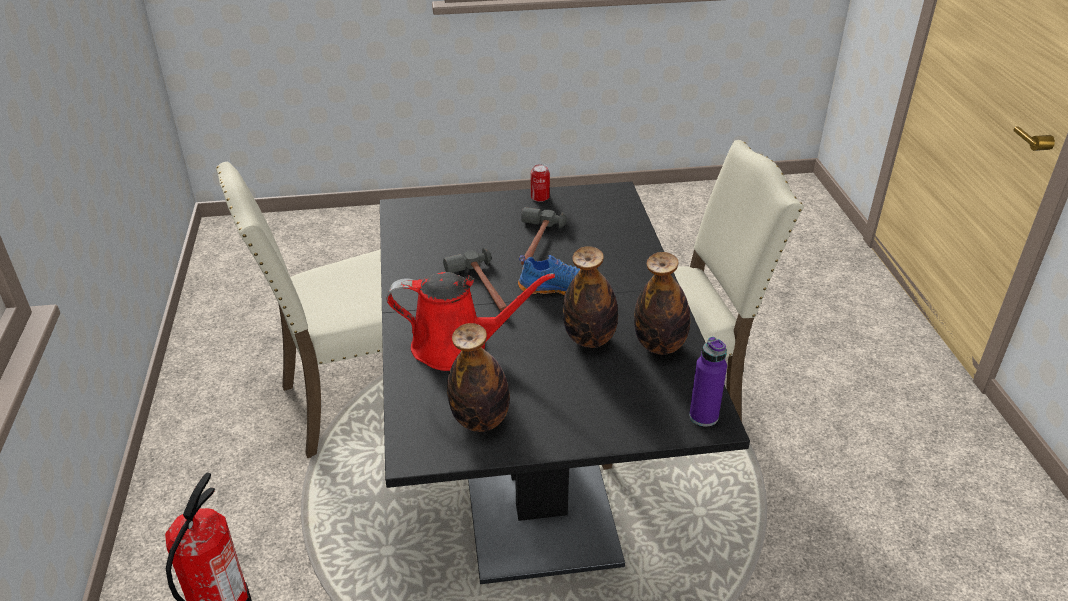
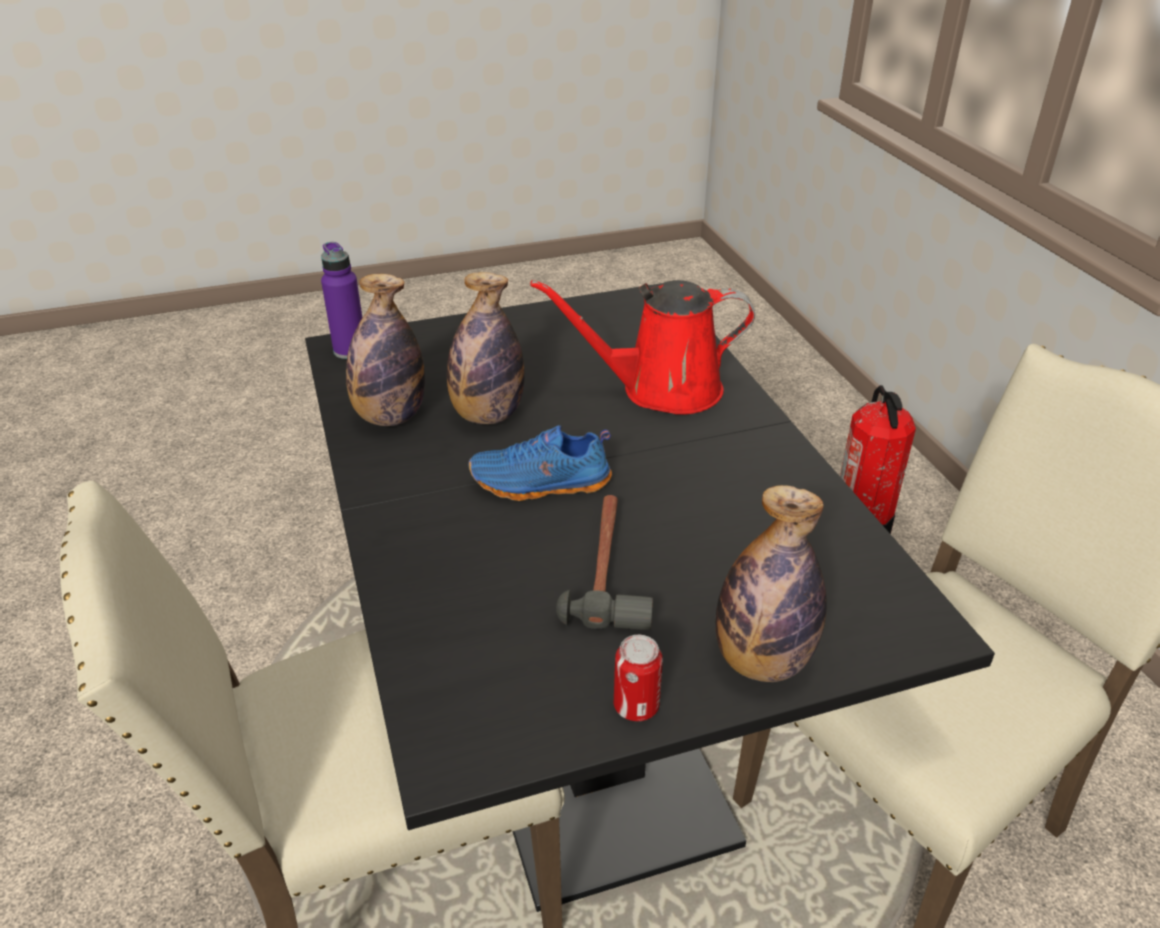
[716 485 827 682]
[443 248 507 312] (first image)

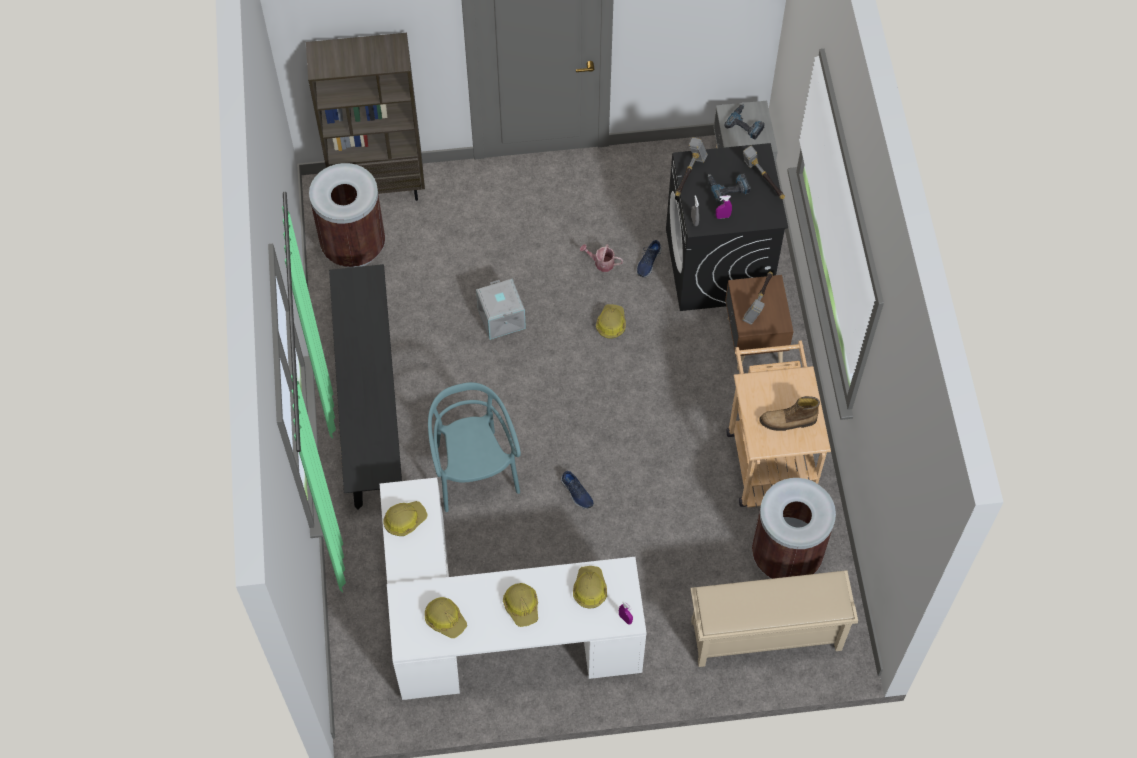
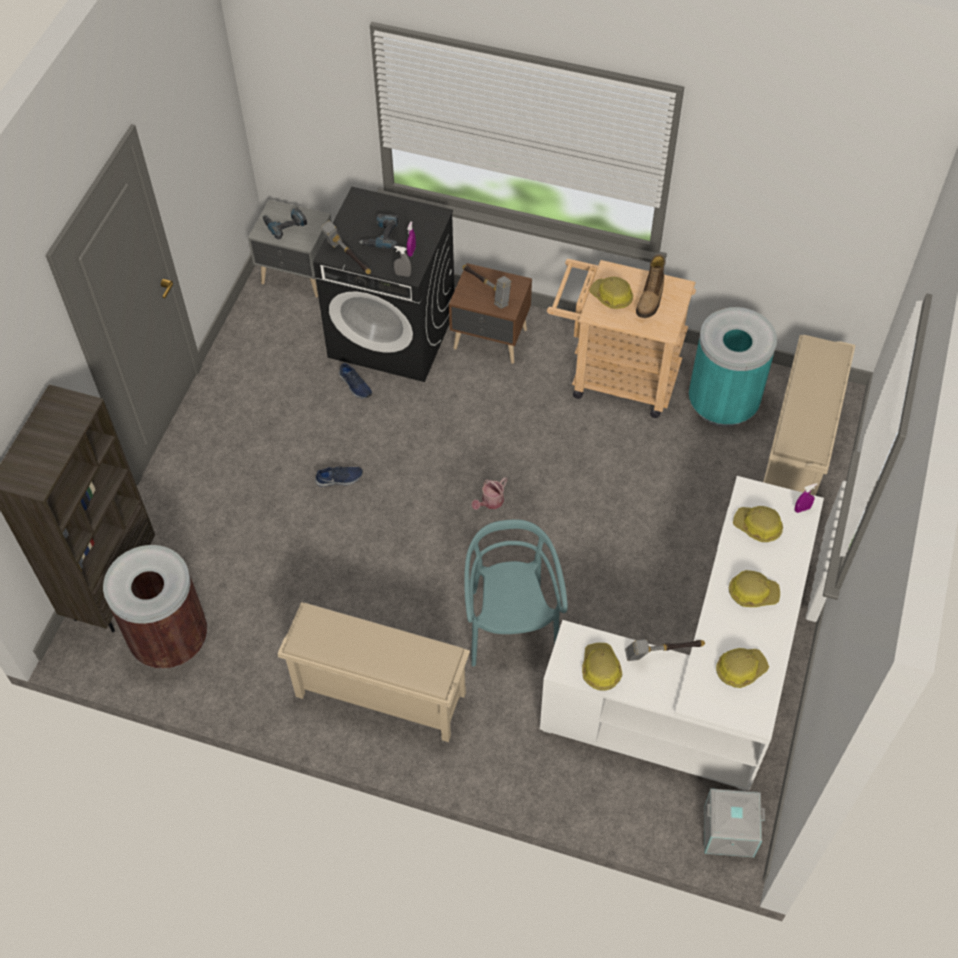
[277 602 470 742]
[315 466 363 487]
[464 519 568 667]
[472 477 507 510]
[589 277 633 309]
[625 639 705 661]
[689 307 777 427]
[704 788 765 857]

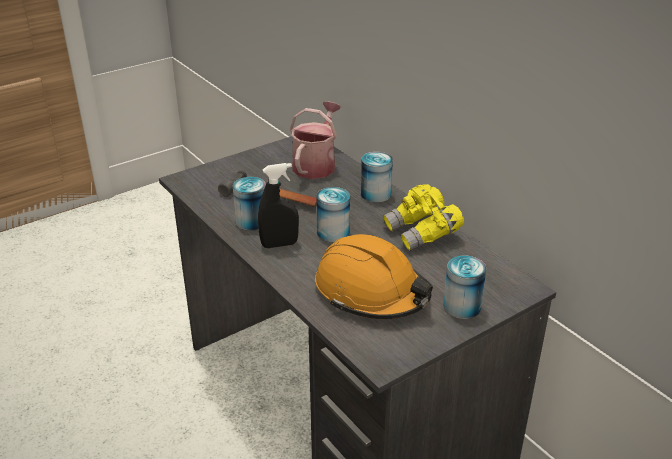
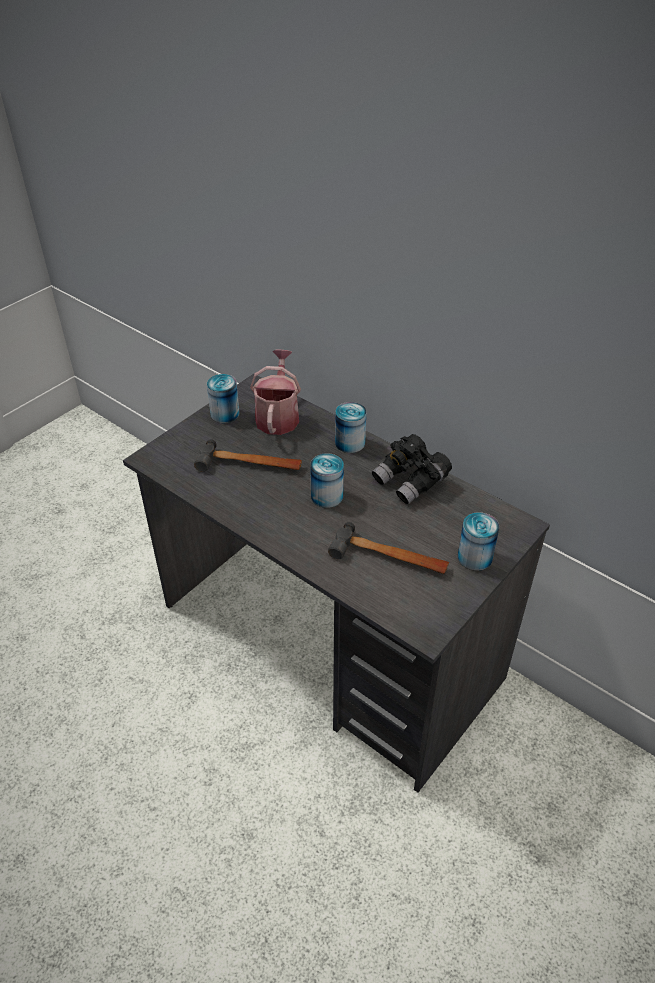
[207 374 240 423]
[328 522 449 574]
[371 434 452 504]
[258 163 299 248] (first image)

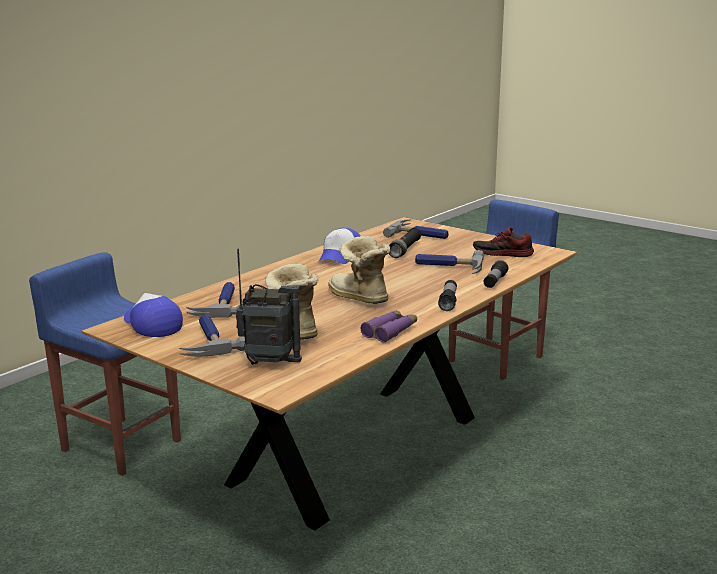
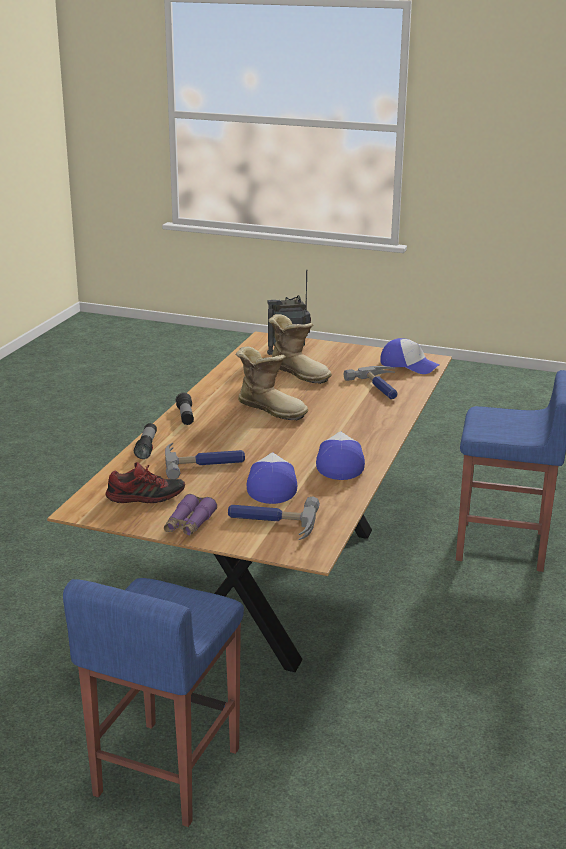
[164 494 217 536]
[247 453 297 504]
[179 314 245 356] (first image)

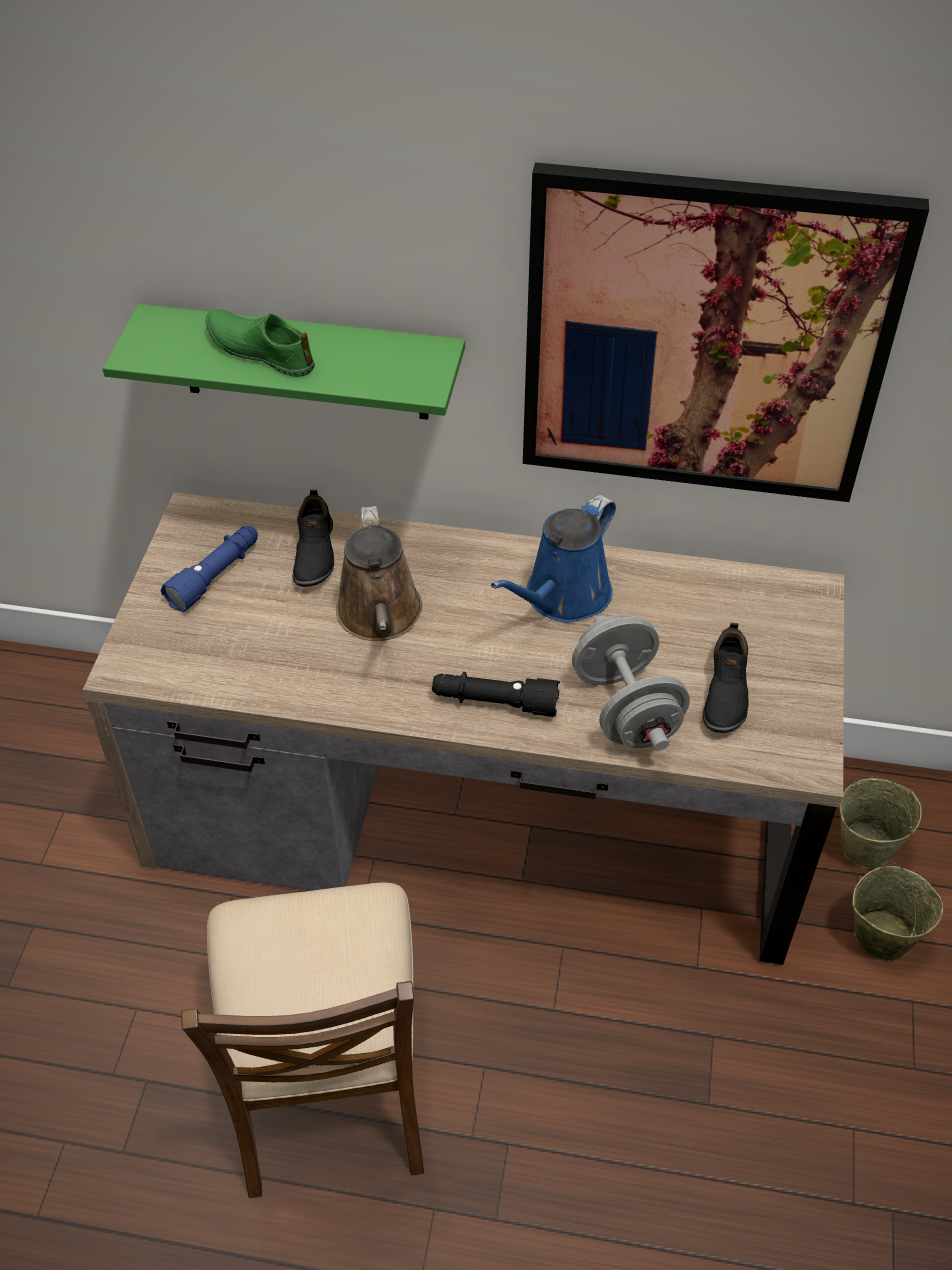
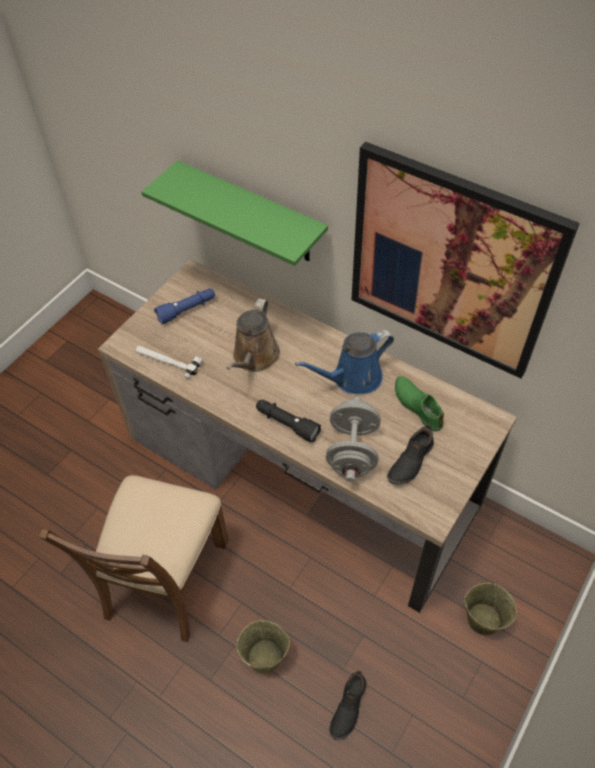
[135 346 203 379]
[237 620 290 674]
[329 671 367 740]
[395 376 444 431]

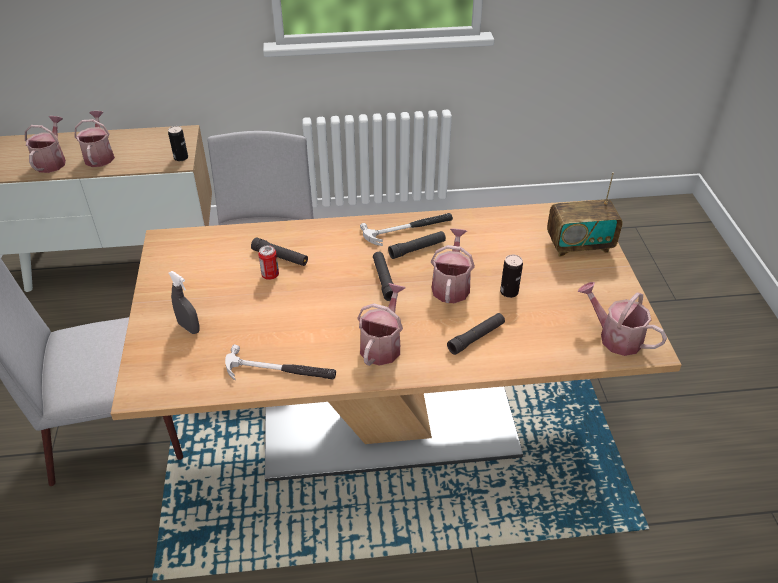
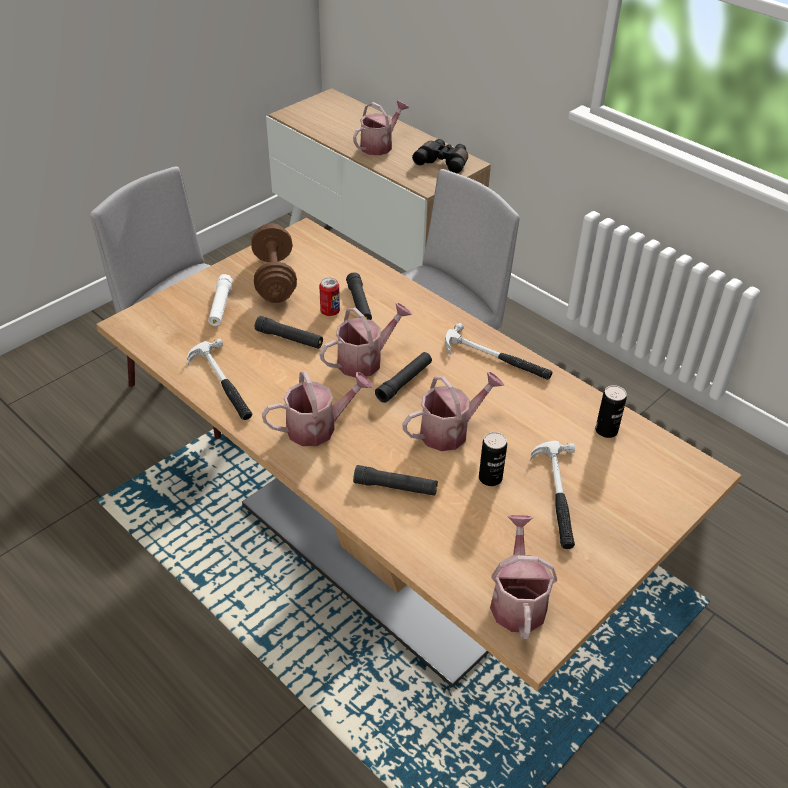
[208 274 233 326]
[251 223 297 303]
[255 316 323 349]
[320 303 412 378]
[412 139 468 174]
[530 441 575 549]
[595 385 627 438]
[547 172 622 257] (first image)

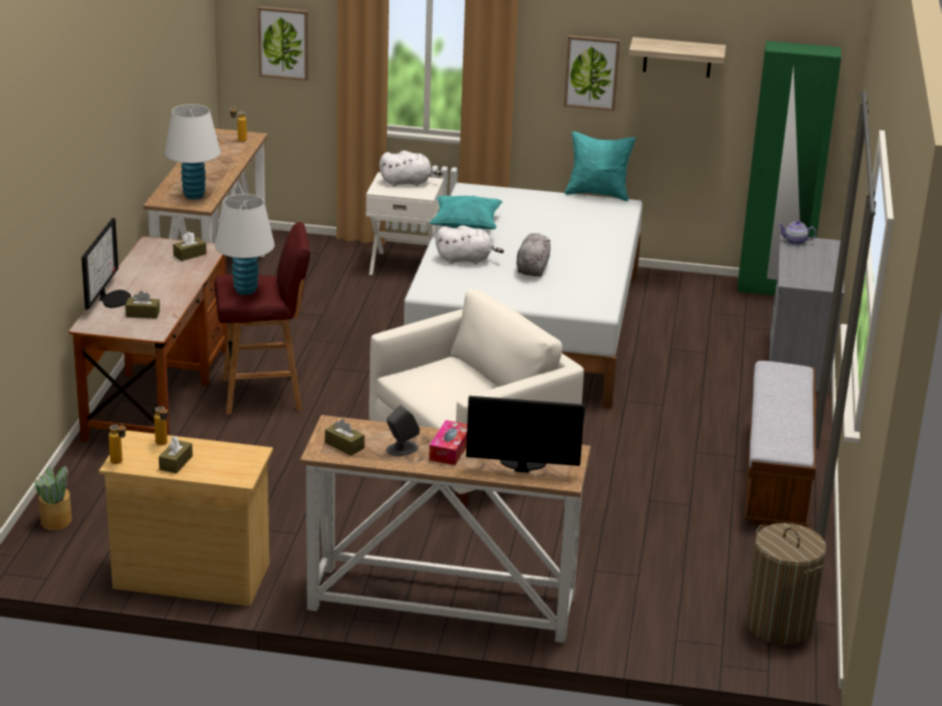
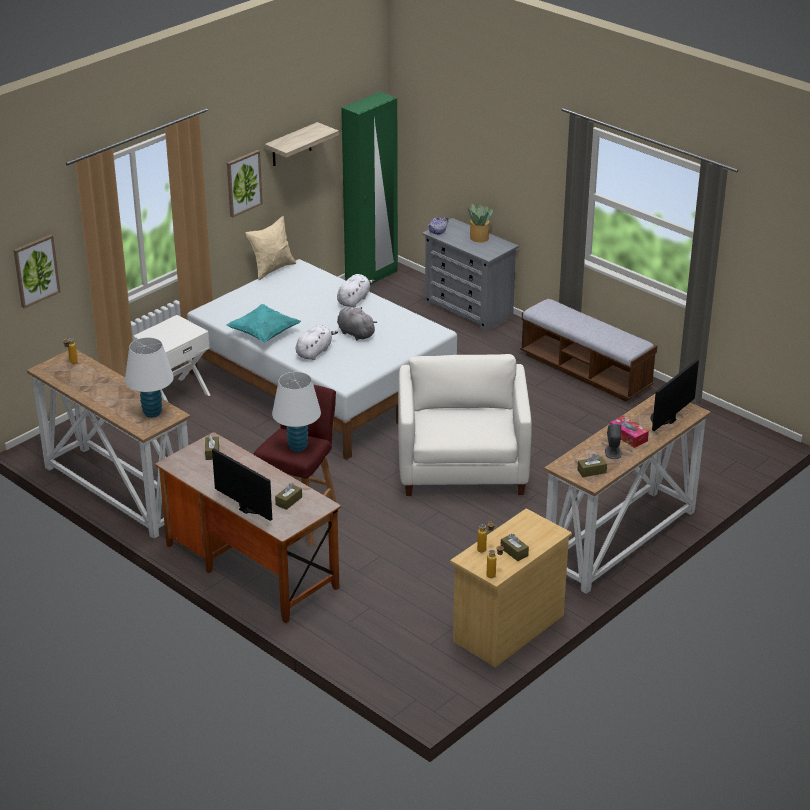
[246 216 296 280]
[337 274 375 308]
[467 204 493 243]
[745 523 827 645] (first image)

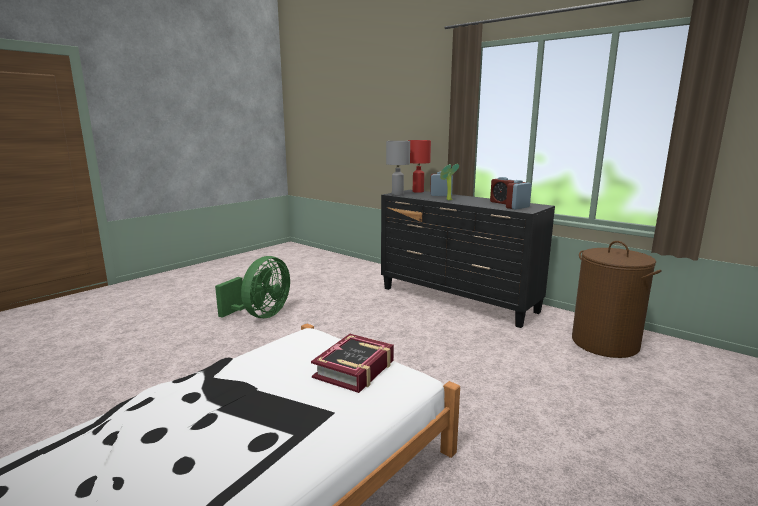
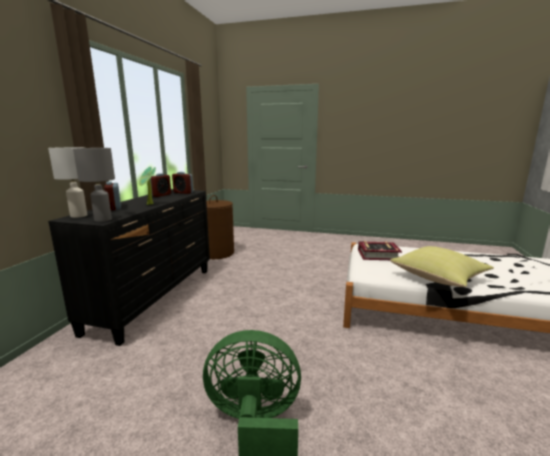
[48 147 87 218]
[390 246 494 287]

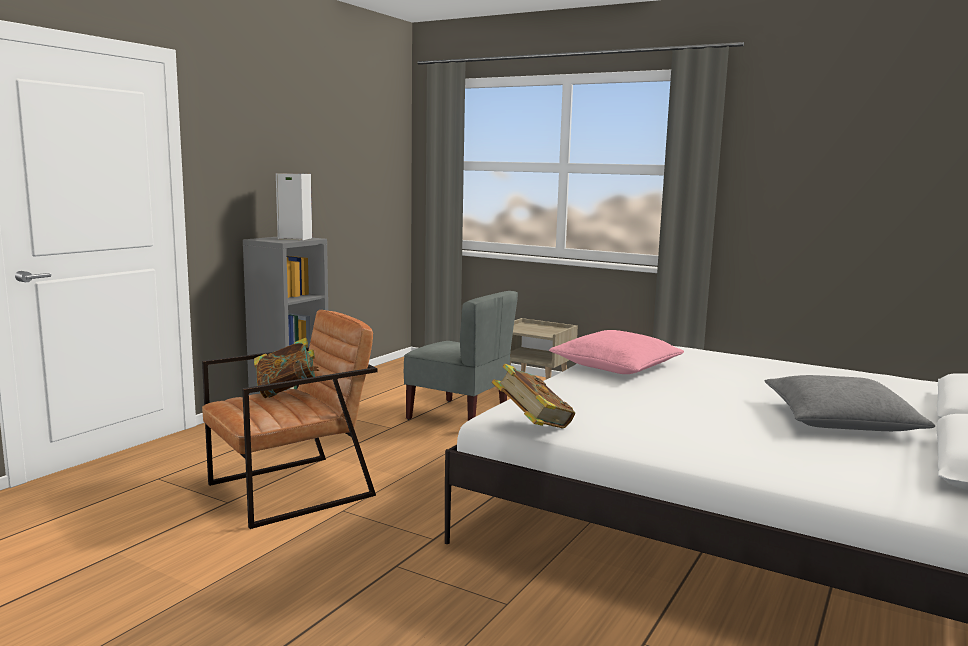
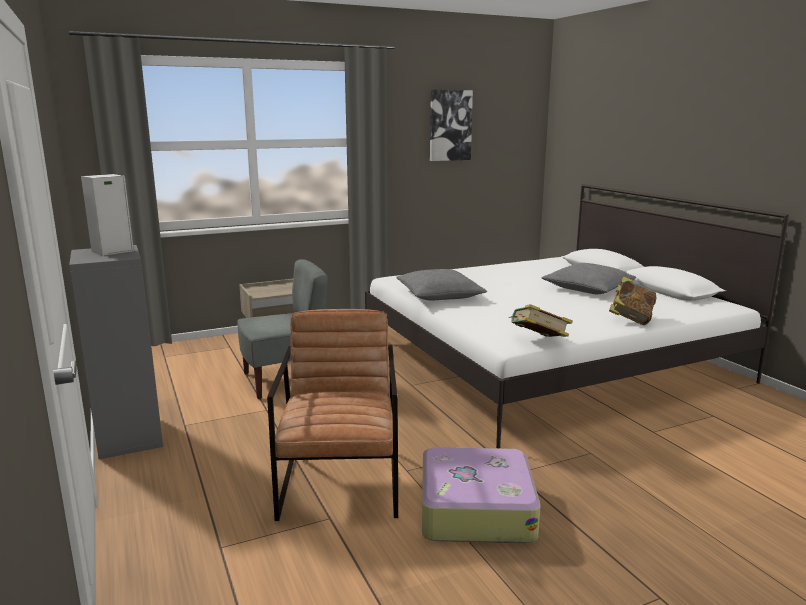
[396 269 487 300]
[422 447 541 543]
[430 90 473 161]
[609 277 656 325]

